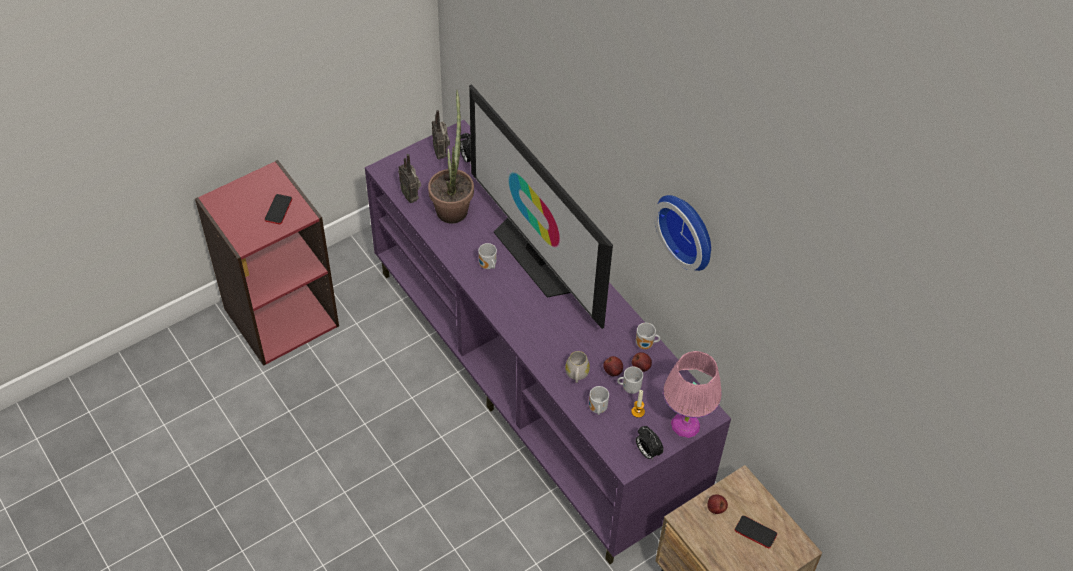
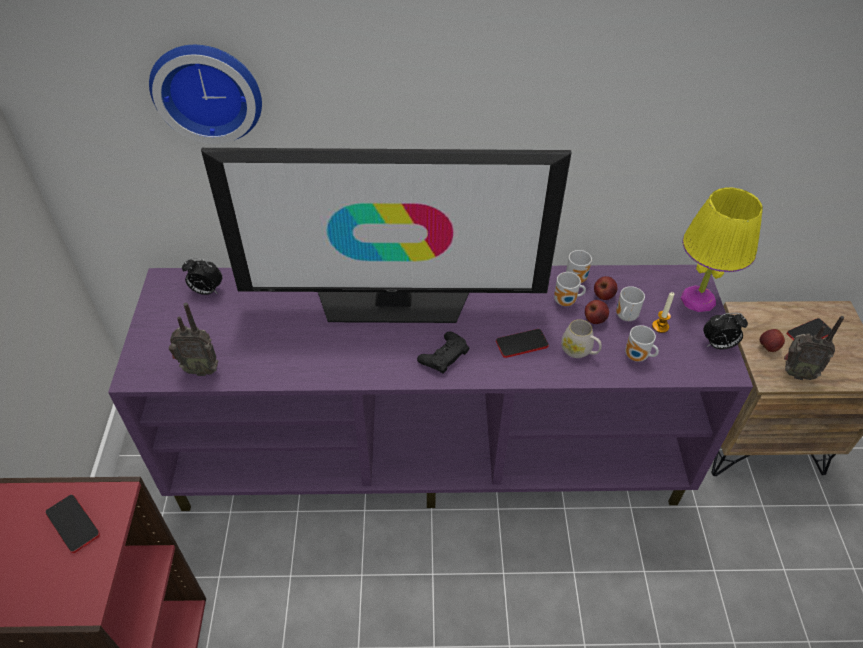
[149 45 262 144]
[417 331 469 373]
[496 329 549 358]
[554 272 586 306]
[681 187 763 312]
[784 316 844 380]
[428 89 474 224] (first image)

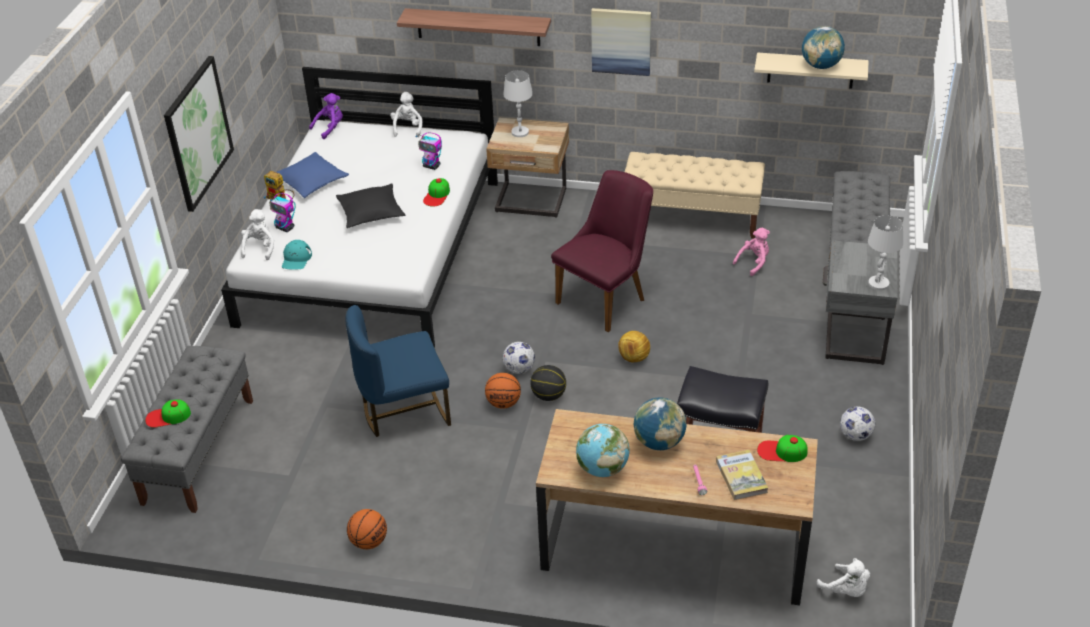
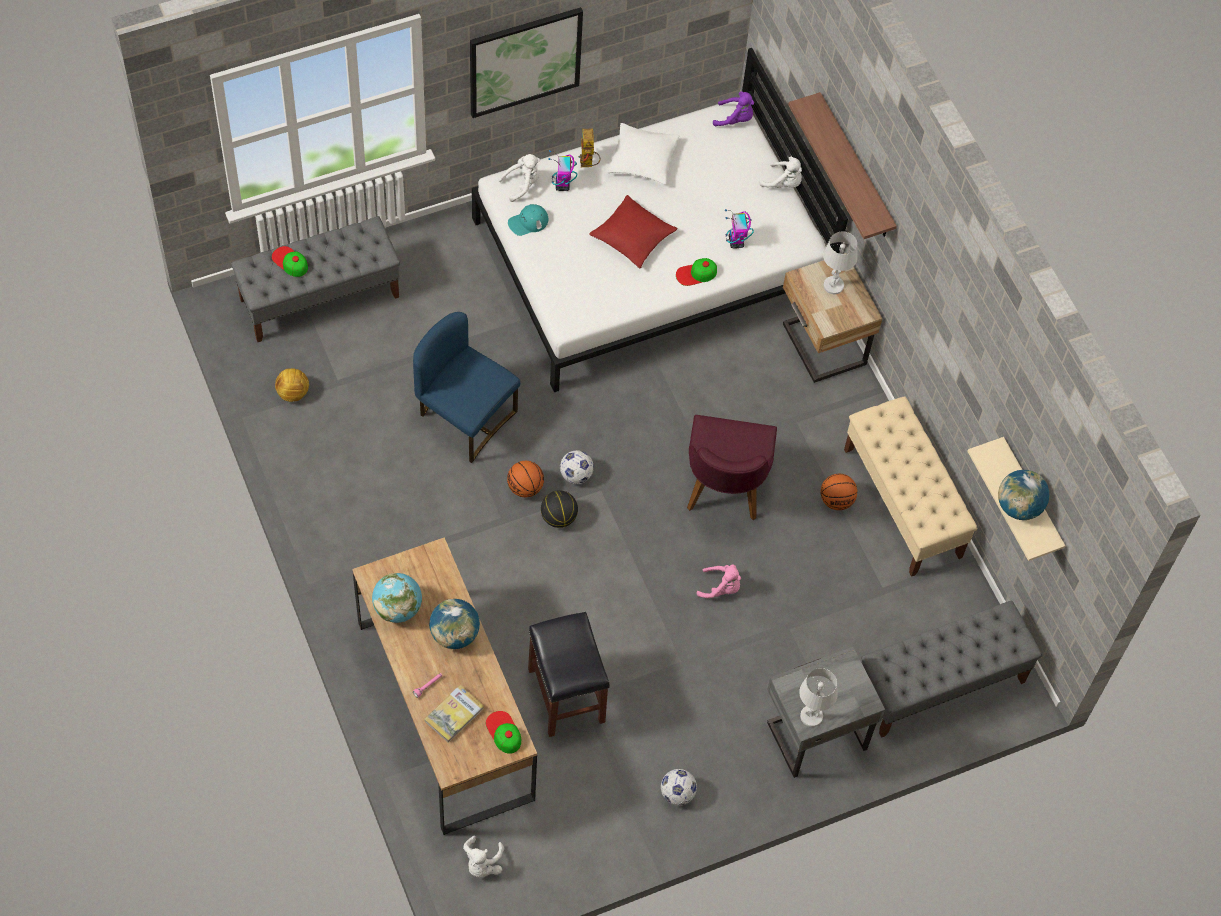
[275 368 309 402]
[589 195 678 269]
[607 123 680 185]
[687 415 777 520]
[696 564 741 598]
[760 157 802 188]
[820 474 857 510]
[591 8 651 76] (first image)

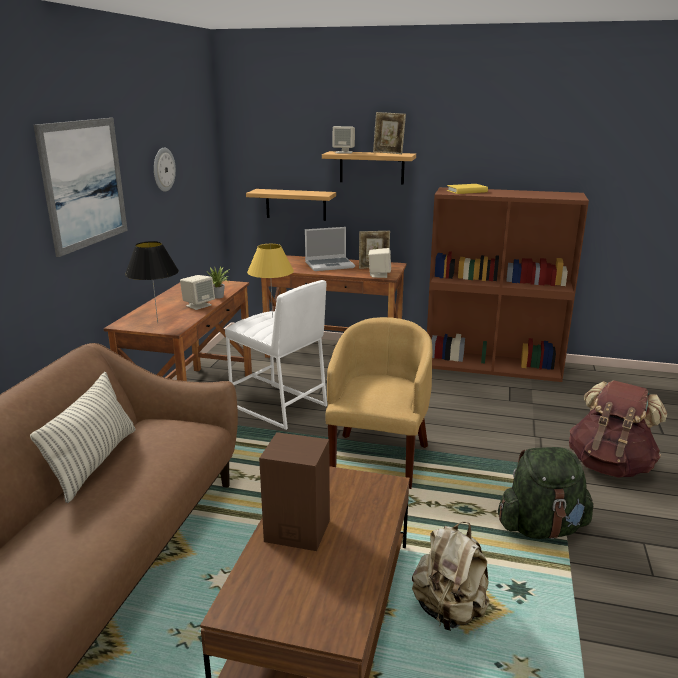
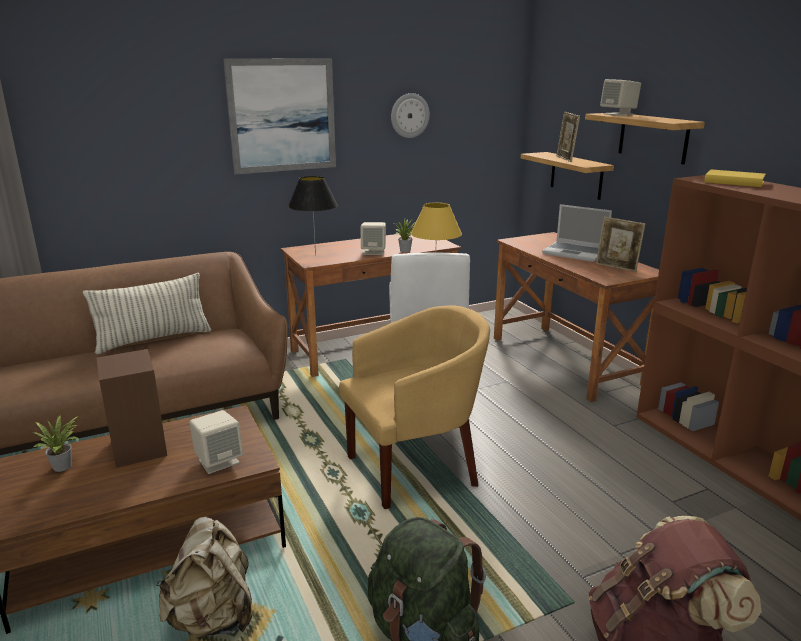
[32 416 78 472]
[189 410 243 474]
[556 112 580 162]

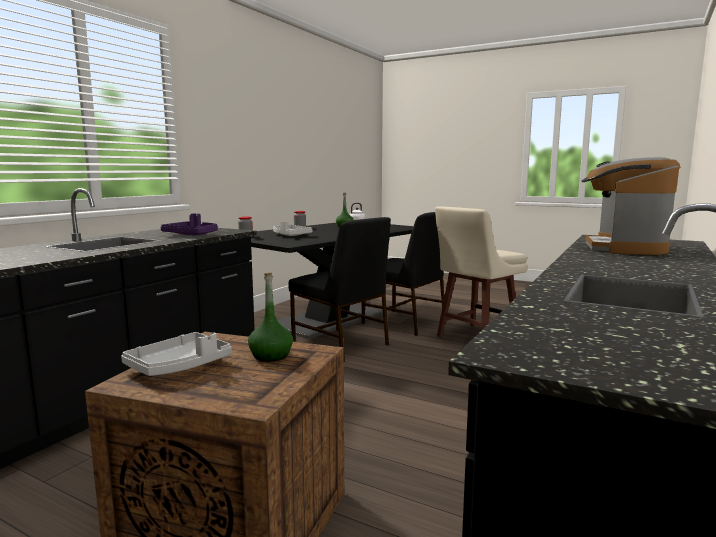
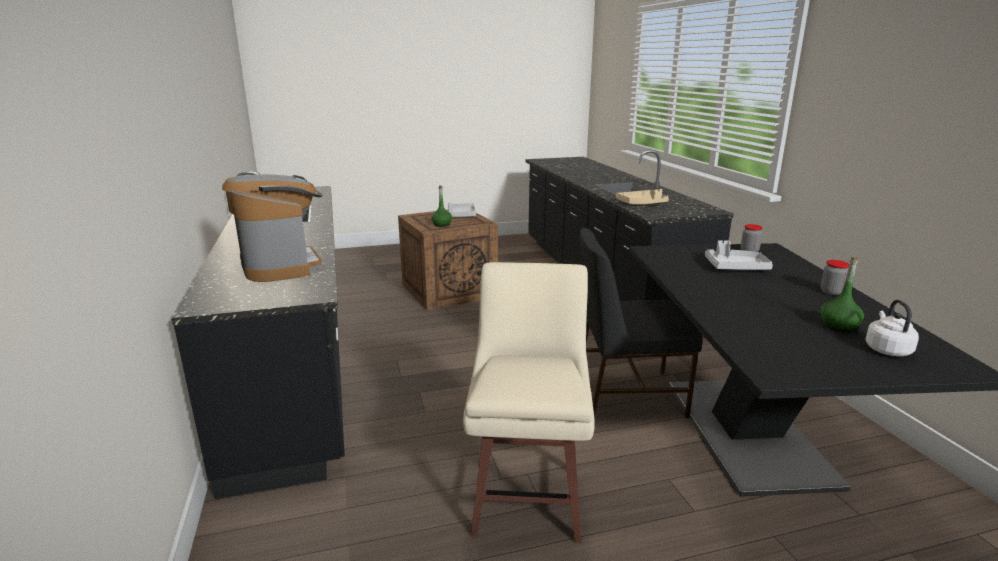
[616 189 669 205]
[362 212 444 336] (first image)

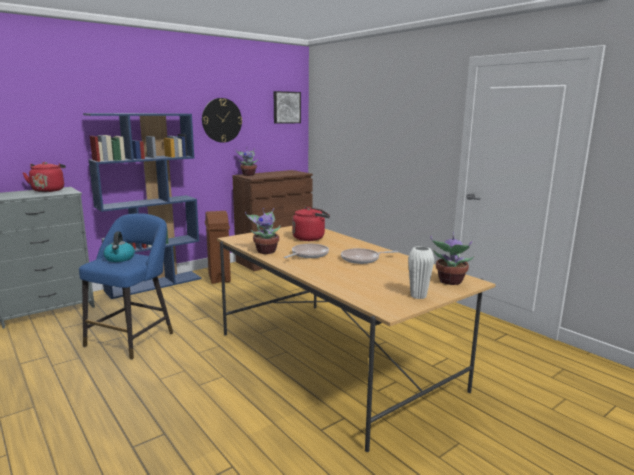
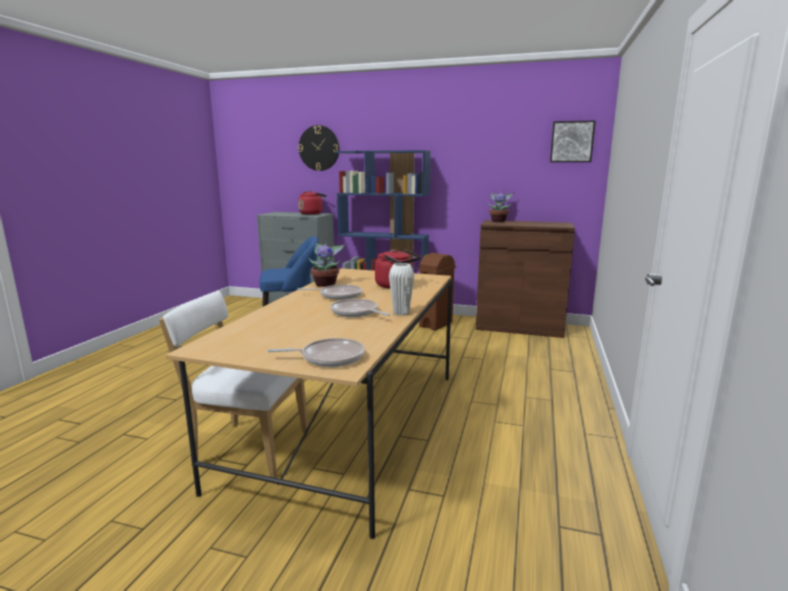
[159 291 308 478]
[267 338 365 367]
[298 125 339 171]
[389 263 414 316]
[103 232 135 262] (first image)

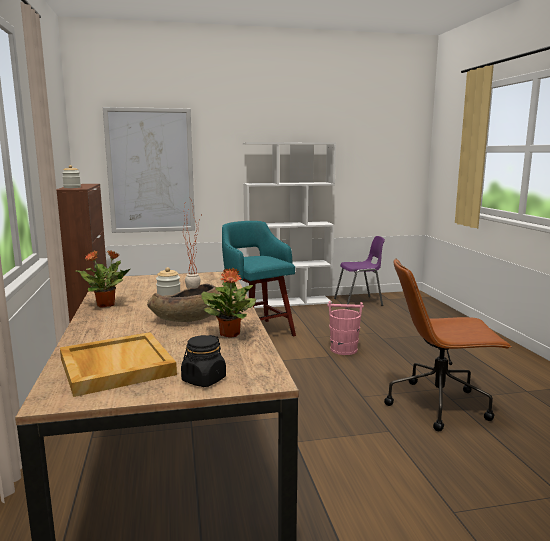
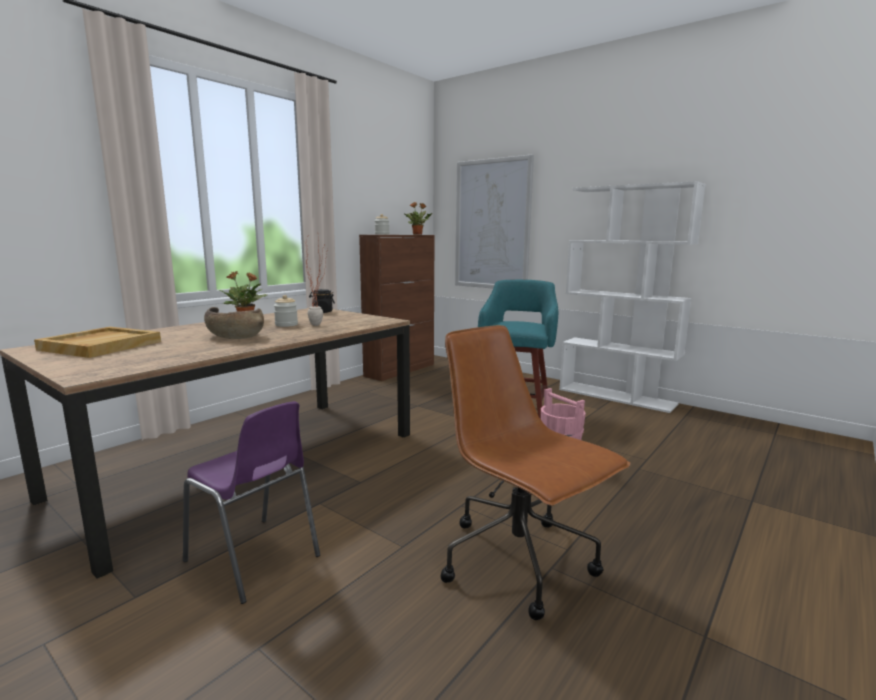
[183 401 320 604]
[309 289 335 313]
[405 202 433 235]

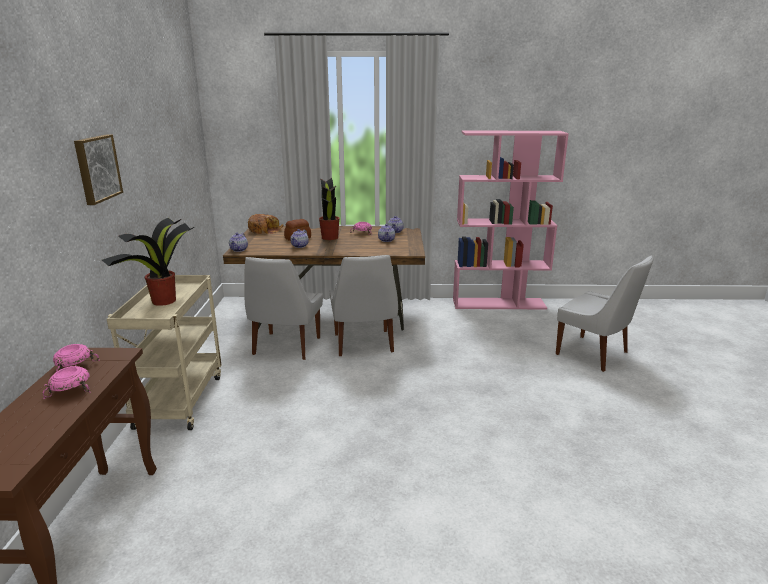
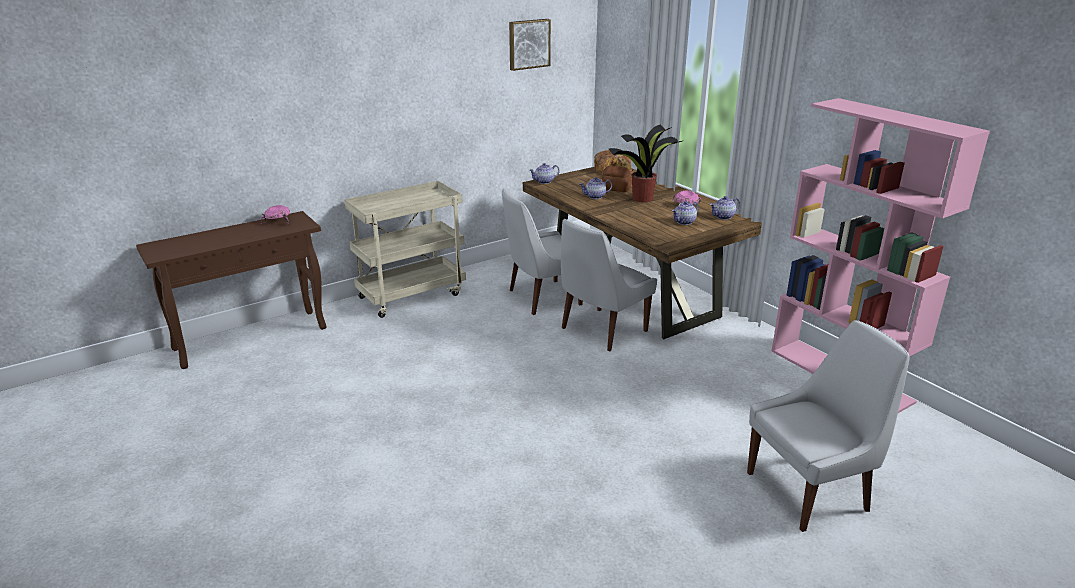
[509 19 551 71]
[747 320 910 532]
[43 365 91 399] (first image)
[102 218 194 306] (first image)

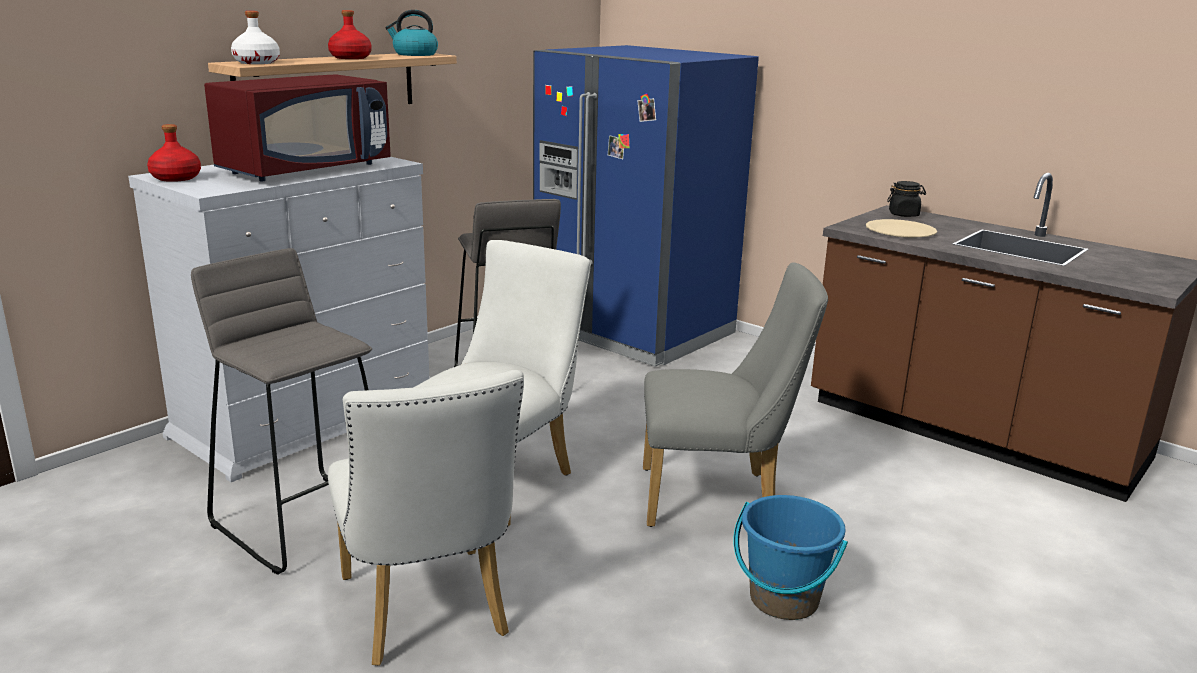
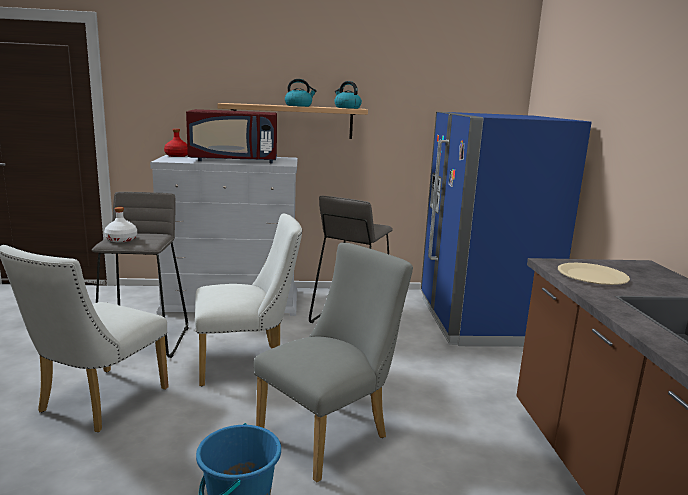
[104 207 137 242]
[254 243 413 482]
[285 79 317 107]
[887 181 926 217] (first image)

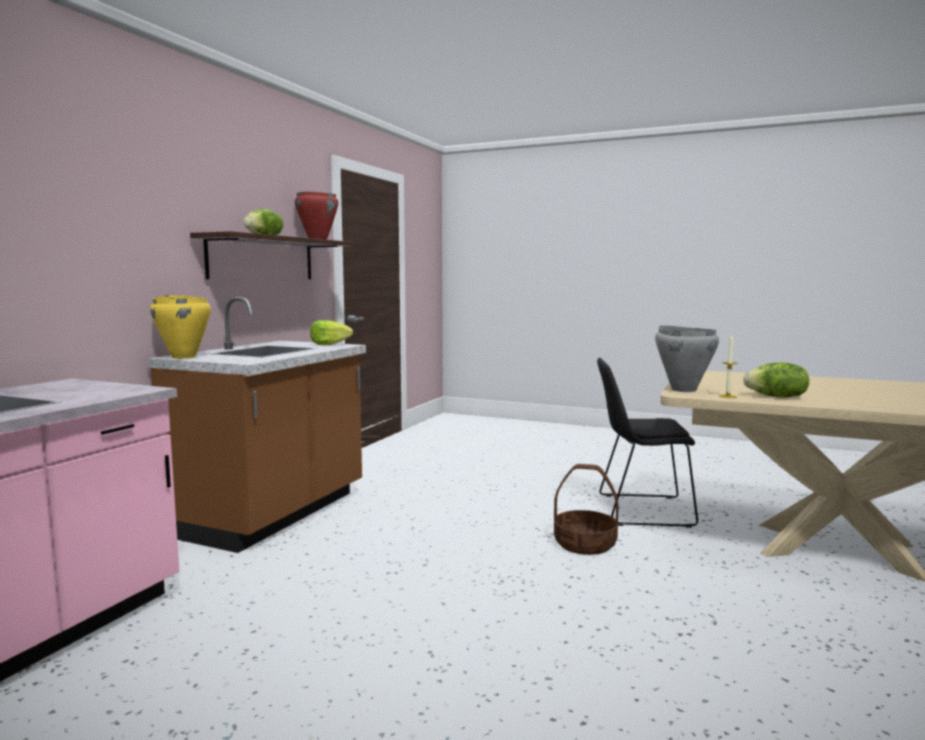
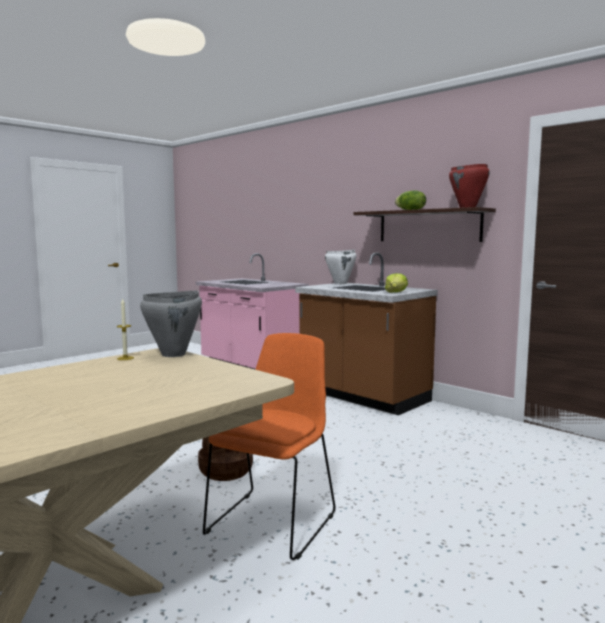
[203 333 335 560]
[325 250 357 284]
[743 363 809 397] (first image)

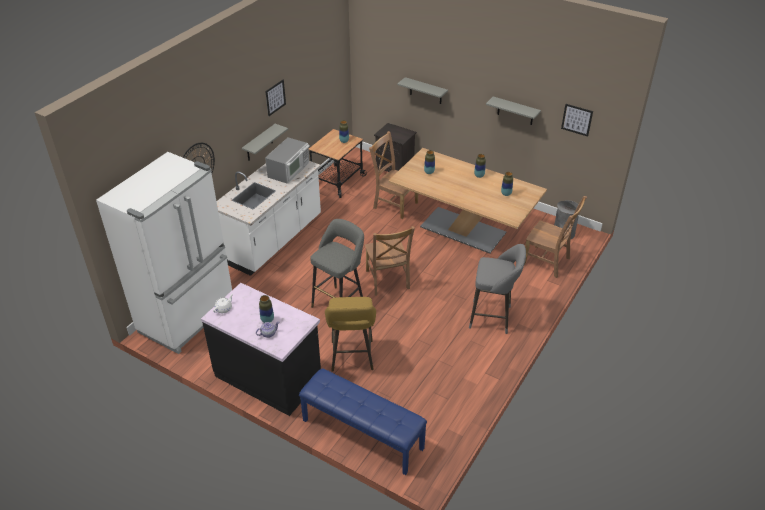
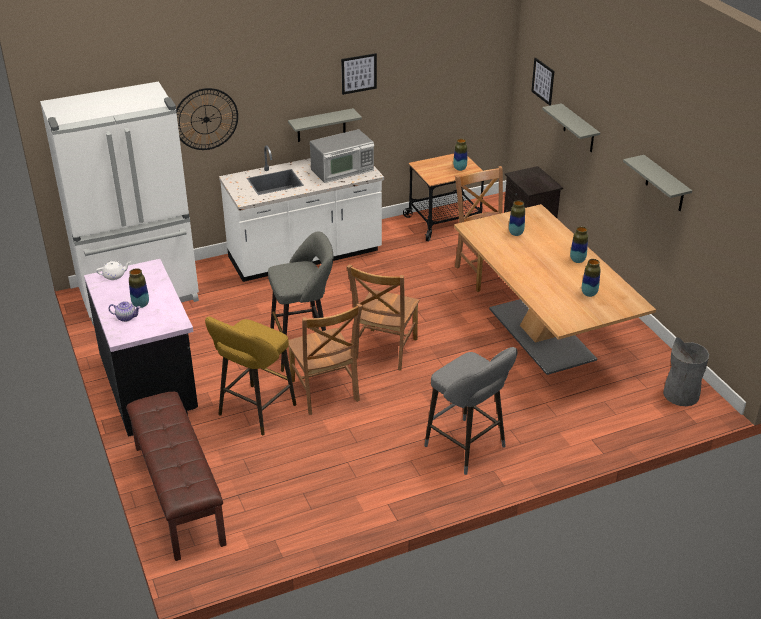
[126 392 227 561]
[288 303 363 415]
[531 58 554 106]

